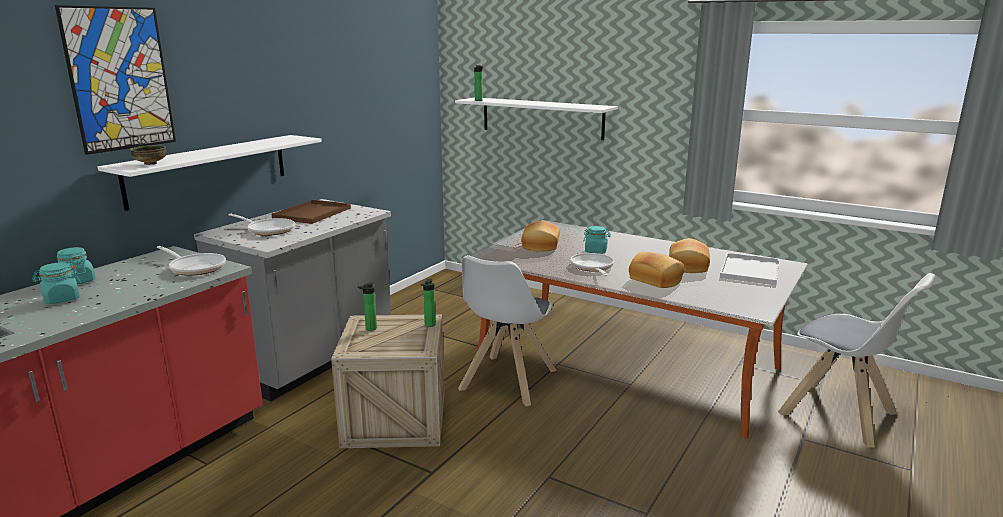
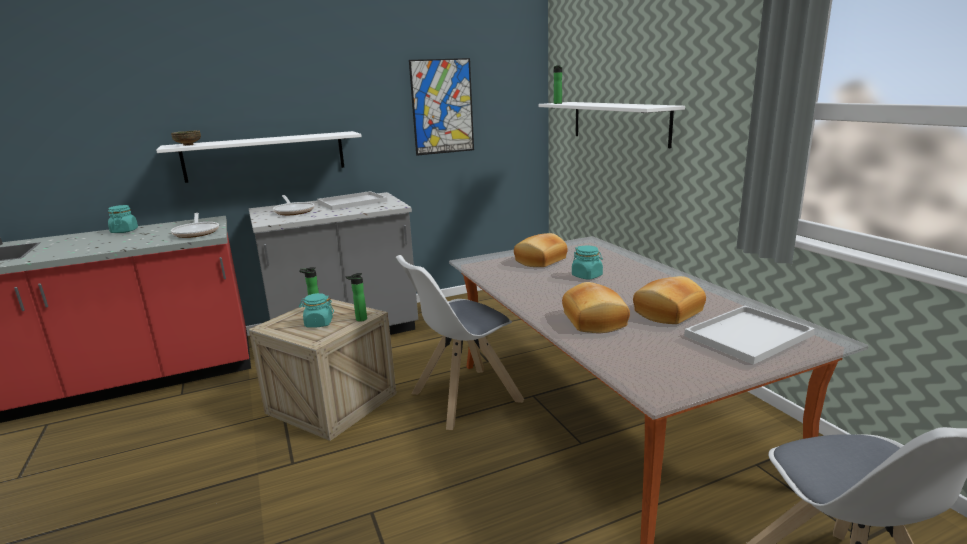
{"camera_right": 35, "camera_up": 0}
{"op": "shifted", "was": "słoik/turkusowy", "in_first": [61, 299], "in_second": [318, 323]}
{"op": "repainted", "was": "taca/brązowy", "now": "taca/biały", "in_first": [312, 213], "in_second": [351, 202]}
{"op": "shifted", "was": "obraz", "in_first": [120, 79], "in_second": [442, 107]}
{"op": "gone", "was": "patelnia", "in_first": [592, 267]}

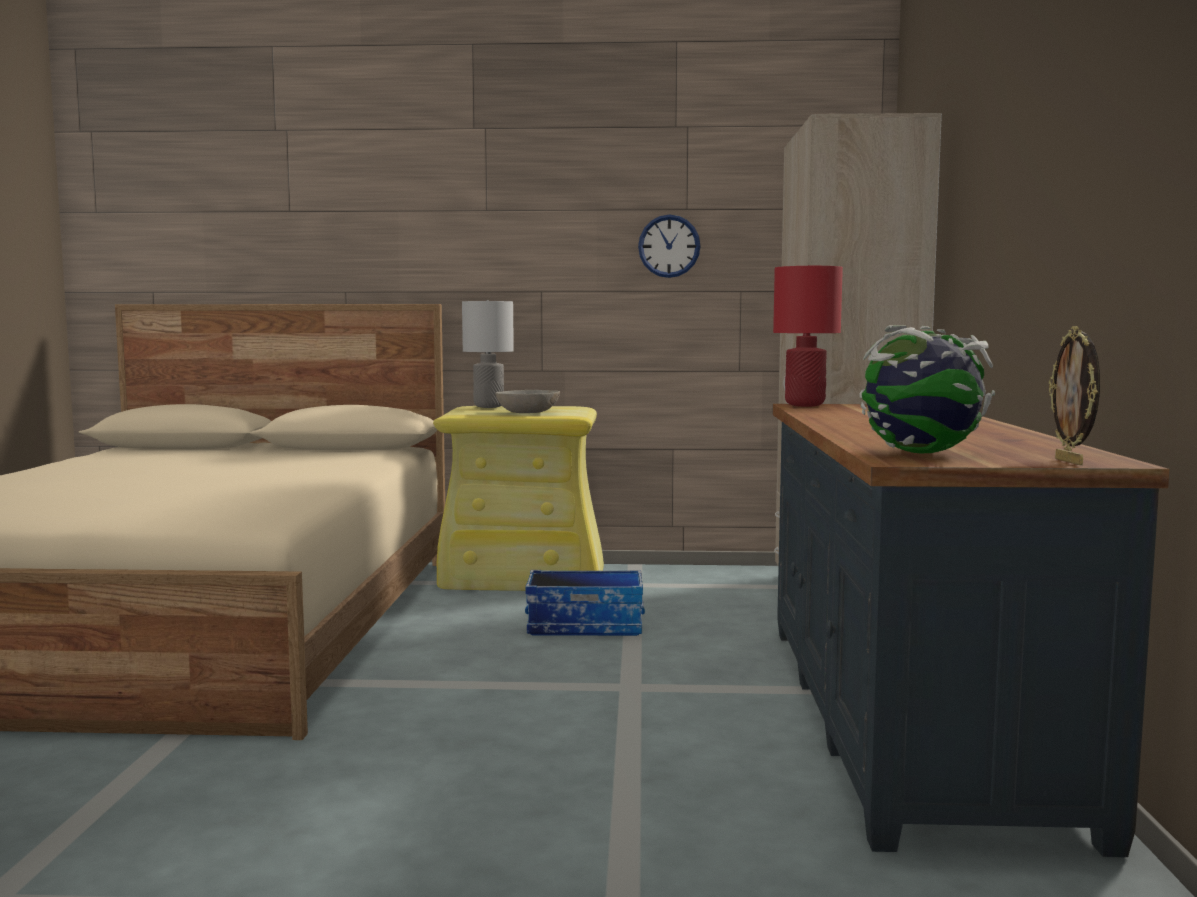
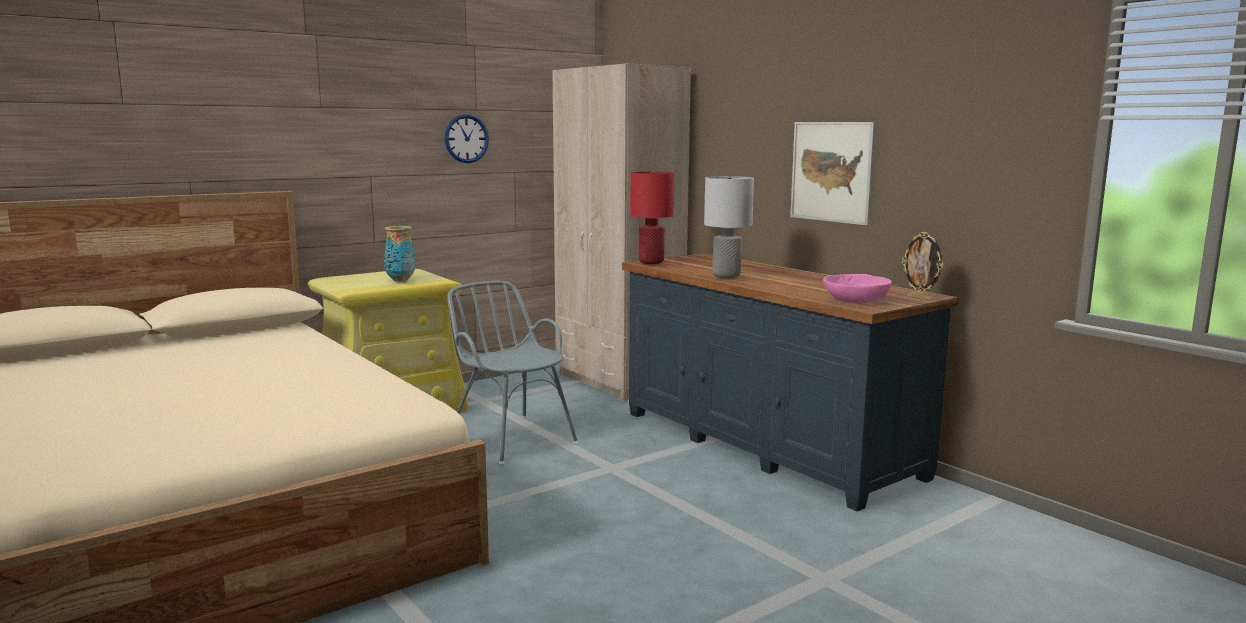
{"camera_right": -40, "camera_up": 5}
{"op": "swapped", "was": "miska/szary", "now": "wazon", "in_first": [527, 412], "in_second": [400, 280]}
{"op": "swapped", "was": "pojemnik do przechowywania", "now": "krzesło/szary", "in_first": [585, 626], "in_second": [509, 437]}
{"op": "shifted", "was": "lampa stołowa/szary", "in_first": [488, 407], "in_second": [726, 277]}
{"op": "new", "now": "obraz", "in_second": [831, 172]}
{"op": "swapped", "was": "globus", "now": "miska/różowy", "in_first": [922, 453], "in_second": [855, 300]}

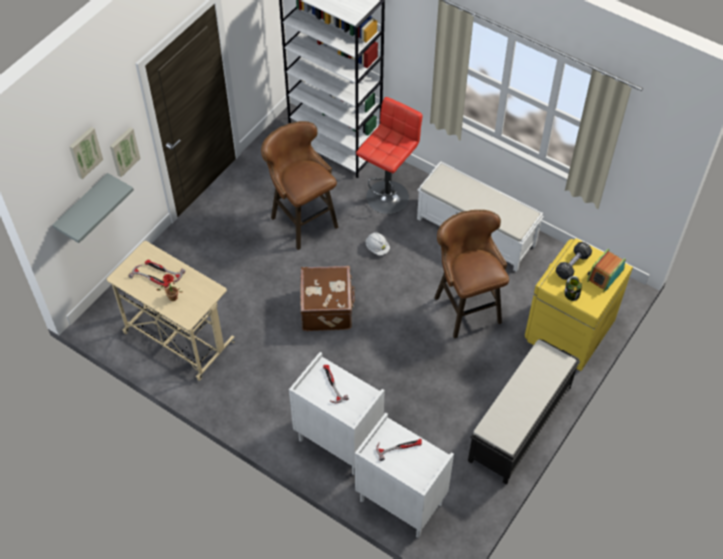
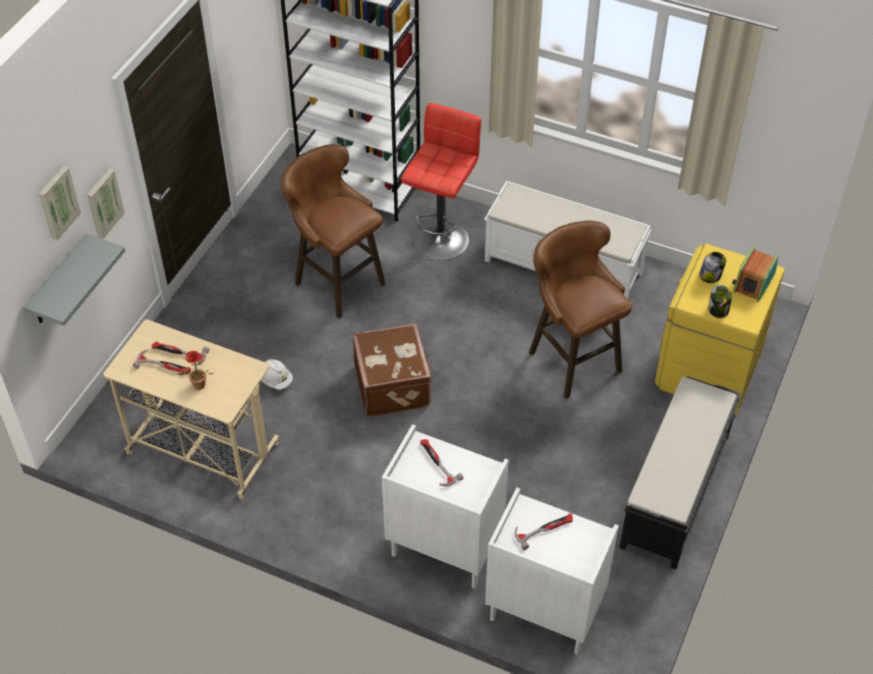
{"camera_right": -10, "camera_up": -5}
{"op": "shifted", "was": "kask/biały", "in_first": [377, 248], "in_second": [276, 380]}
{"op": "swapped", "was": "hantel/czarny", "now": "słoik", "in_first": [572, 265], "in_second": [710, 276]}

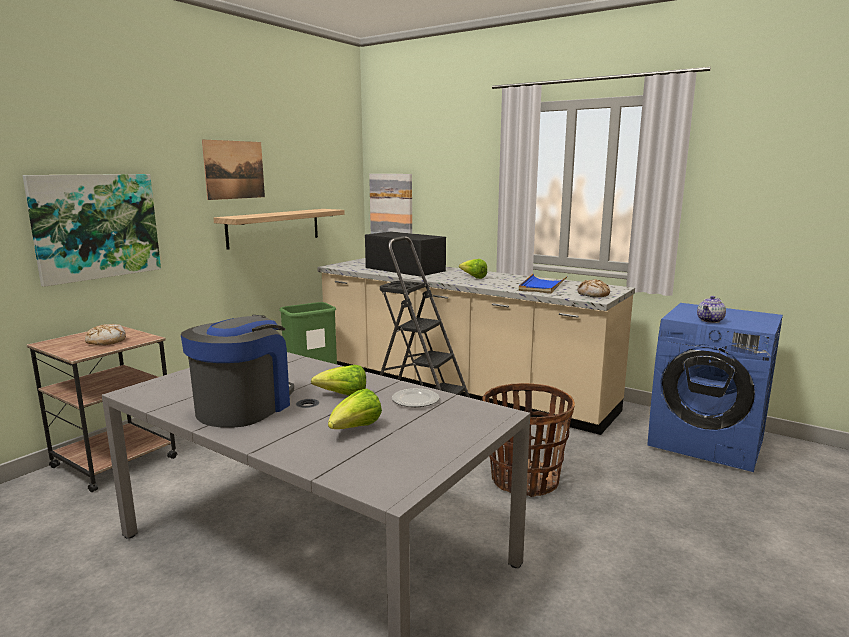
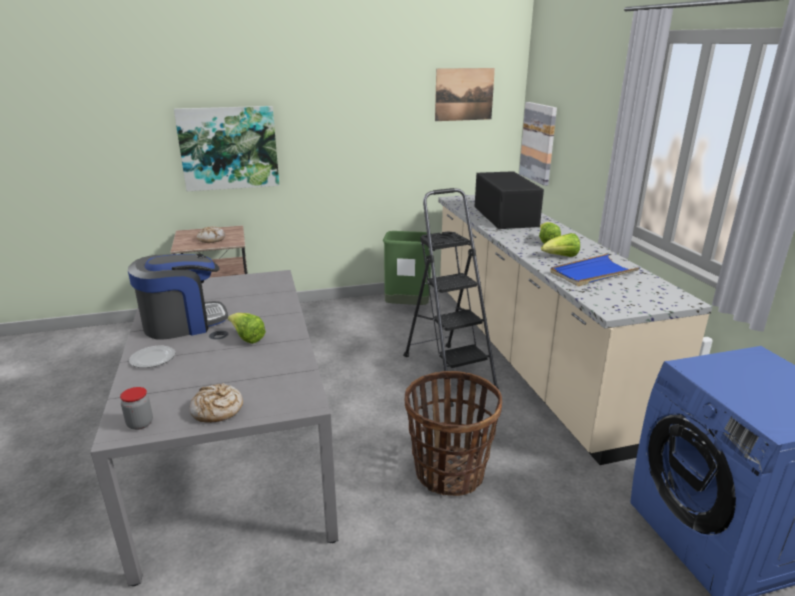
{"camera_right": 40, "camera_up": 10}
{"op": "new", "now": "słoik", "in_second": [140, 424]}
{"op": "shifted", "was": "talerz", "in_first": [415, 400], "in_second": [153, 359]}
{"op": "shifted", "was": "chleb", "in_first": [593, 295], "in_second": [217, 410]}
{"op": "shifted", "was": "obraz", "in_first": [234, 170], "in_second": [464, 94]}
{"op": "shifted", "was": "sałata", "in_first": [355, 429], "in_second": [561, 257]}
{"op": "gone", "was": "półka", "in_first": [274, 227]}
{"op": "gone", "was": "imbryk", "in_first": [710, 320]}

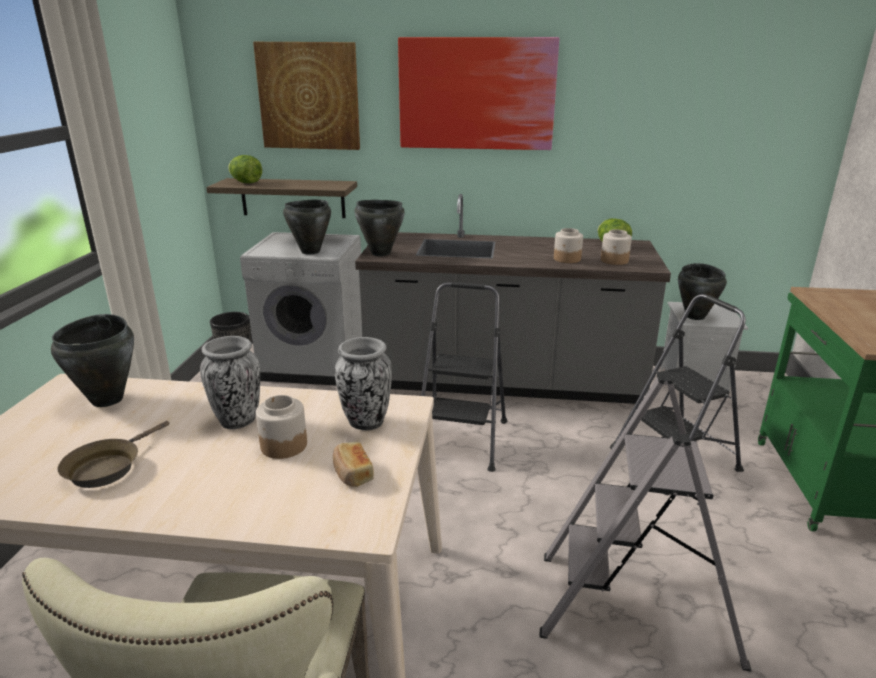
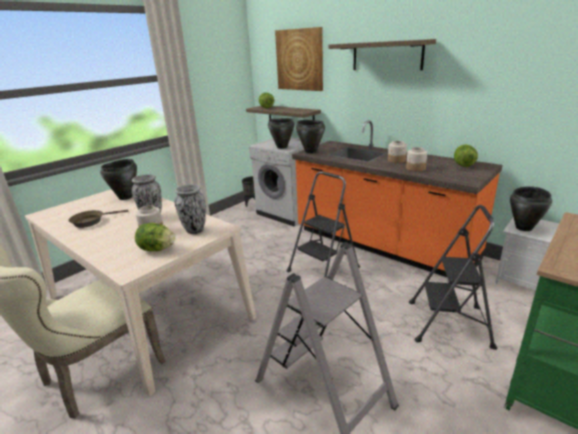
{"camera_right": 35, "camera_up": 0}
{"op": "swapped", "was": "chleb", "now": "sałata", "in_first": [352, 473], "in_second": [157, 249]}
{"op": "repainted", "was": "zabudowa kuchenna/szary", "now": "zabudowa kuchenna/pomarańczowy", "in_first": [503, 381], "in_second": [382, 244]}
{"op": "swapped", "was": "obraz", "now": "półka", "in_first": [476, 94], "in_second": [387, 56]}
{"op": "shifted", "was": "słoik", "in_first": [614, 261], "in_second": [396, 160]}

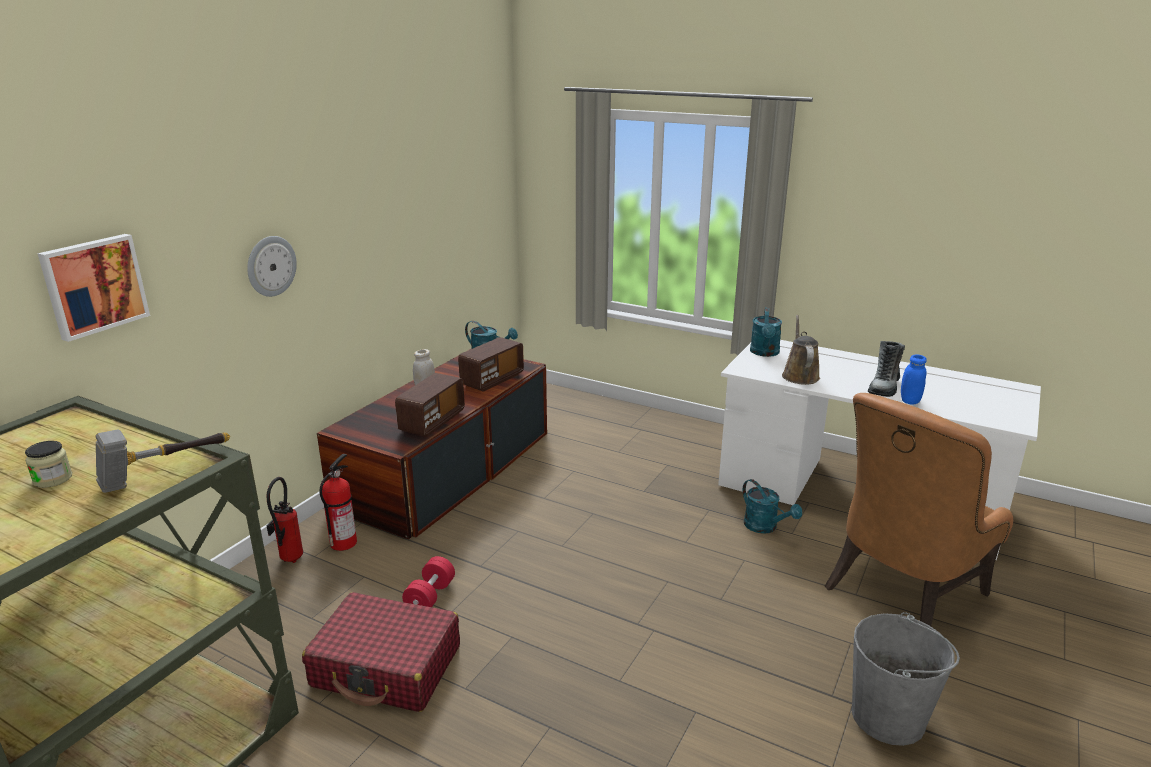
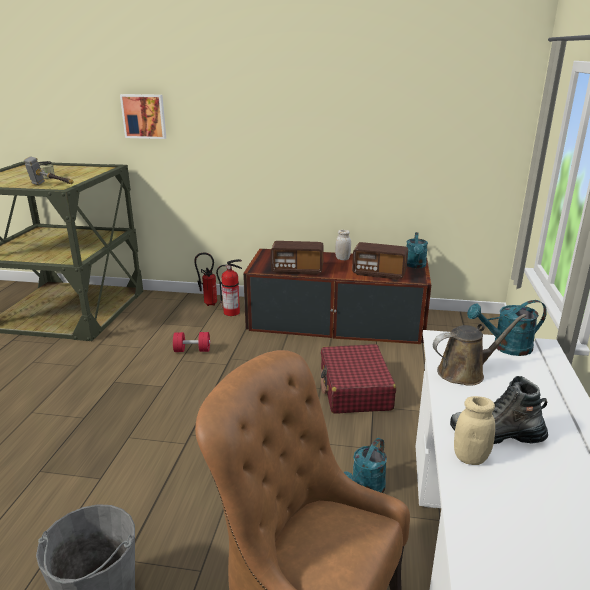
{"camera_right": 70, "camera_up": 0}
{"op": "shifted", "was": "walizka/czerwony", "in_first": [387, 667], "in_second": [355, 389]}
{"op": "repainted", "was": "słoik/niebieski", "now": "słoik/beżowy", "in_first": [910, 401], "in_second": [470, 457]}
{"op": "gone", "was": "zegar ścienny", "in_first": [271, 266]}

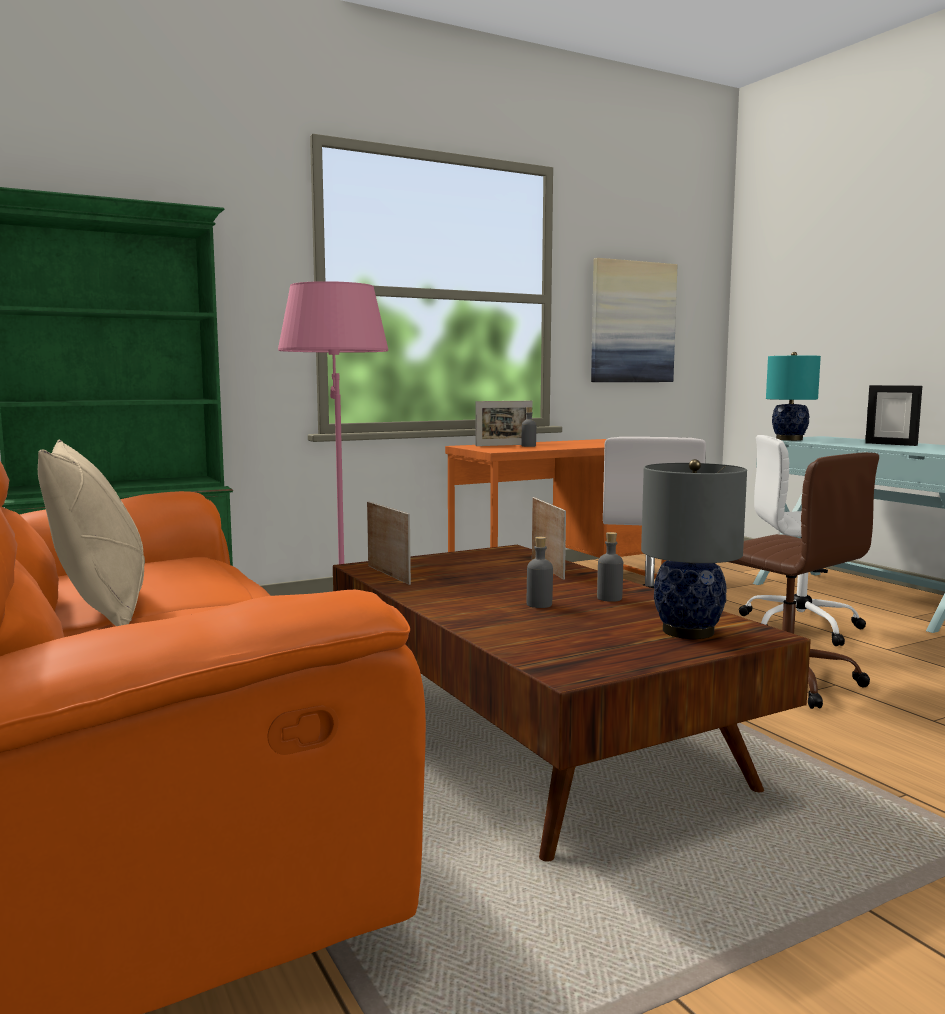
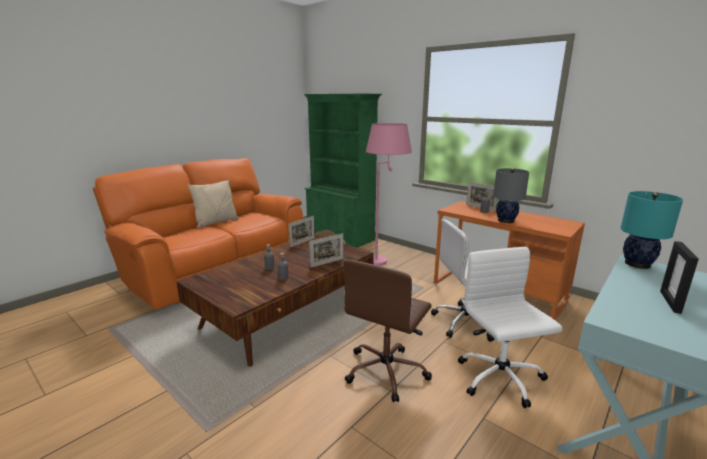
{"camera_right": 70, "camera_up": 10}
{"op": "shifted", "was": "lampa stołowa/szary", "in_first": [688, 631], "in_second": [506, 220]}
{"op": "gone", "was": "obraz", "in_first": [632, 322]}

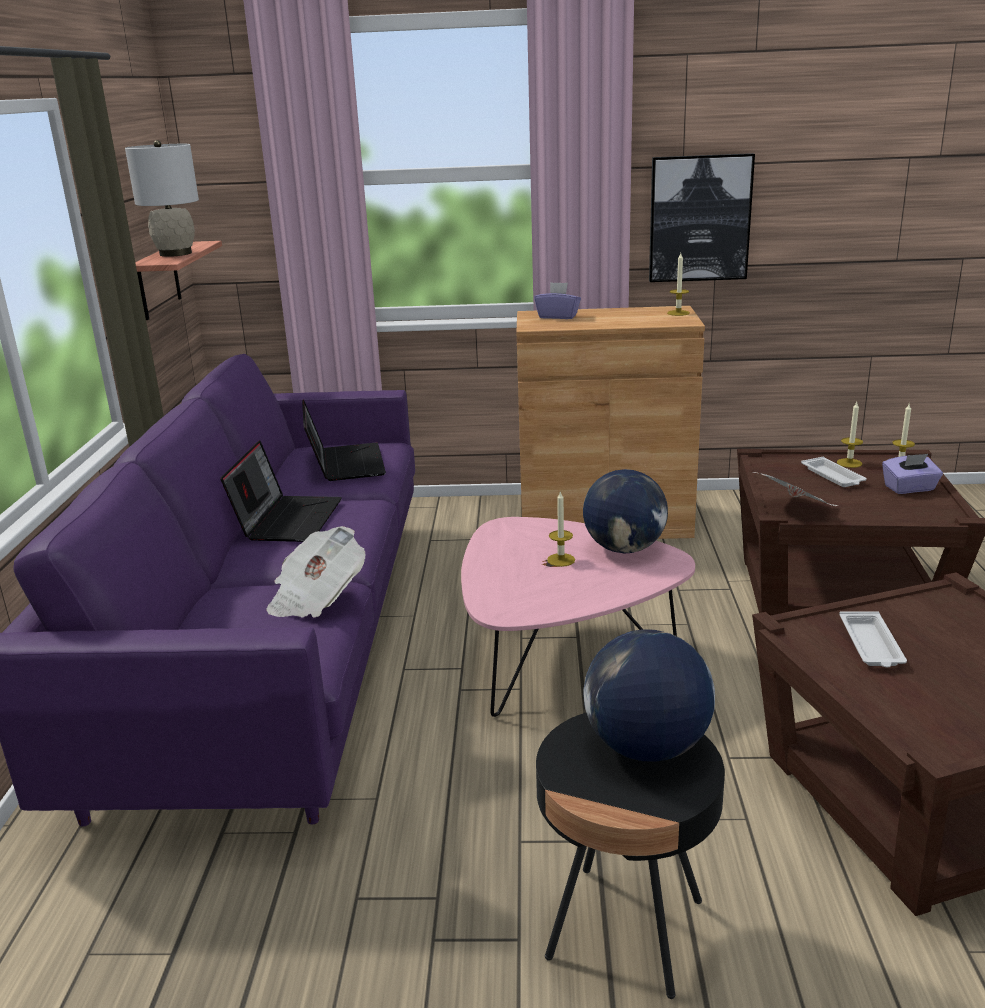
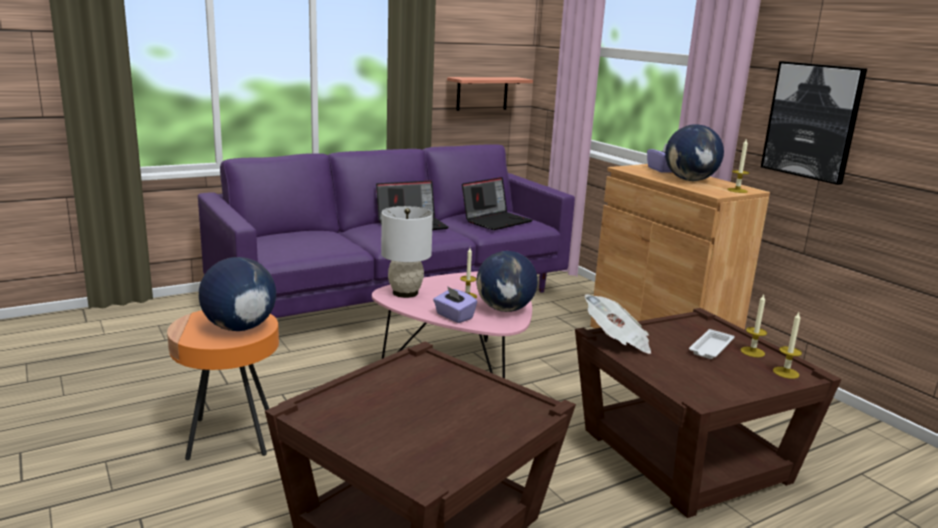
{"camera_right": 55, "camera_up": -5}
{"op": "repainted", "was": "stolik/czarny", "now": "stolik/pomarańczowy", "in_first": [625, 929], "in_second": [230, 437]}
{"op": "shifted", "was": "lampa stołowa/biały", "in_first": [176, 253], "in_second": [405, 293]}
{"op": "shifted", "was": "pudełko chusteczek/fioletowy", "in_first": [909, 488], "in_second": [454, 316]}
{"op": "new", "now": "globus", "in_second": [690, 180]}
{"op": "gone", "was": "gazeta", "in_first": [316, 598]}
{"op": "gone", "was": "taca/biały", "in_first": [871, 645]}

